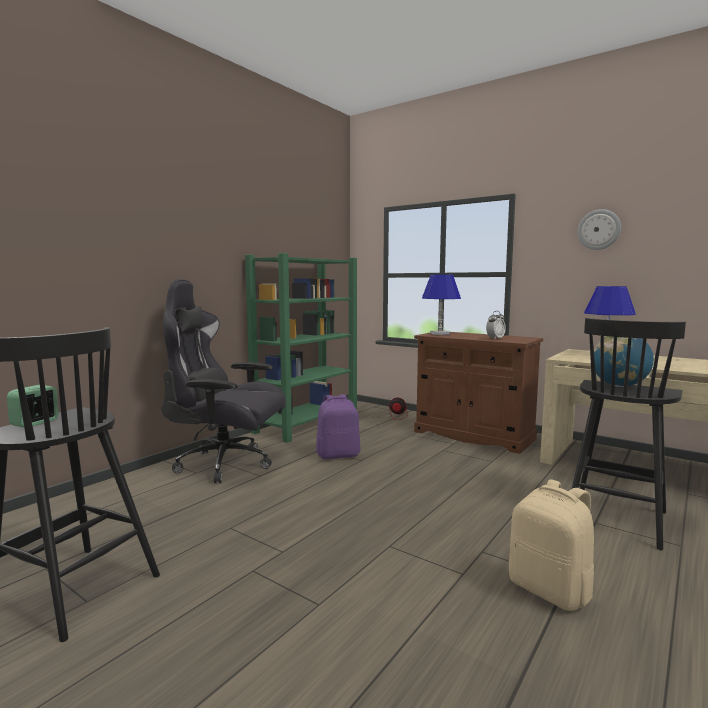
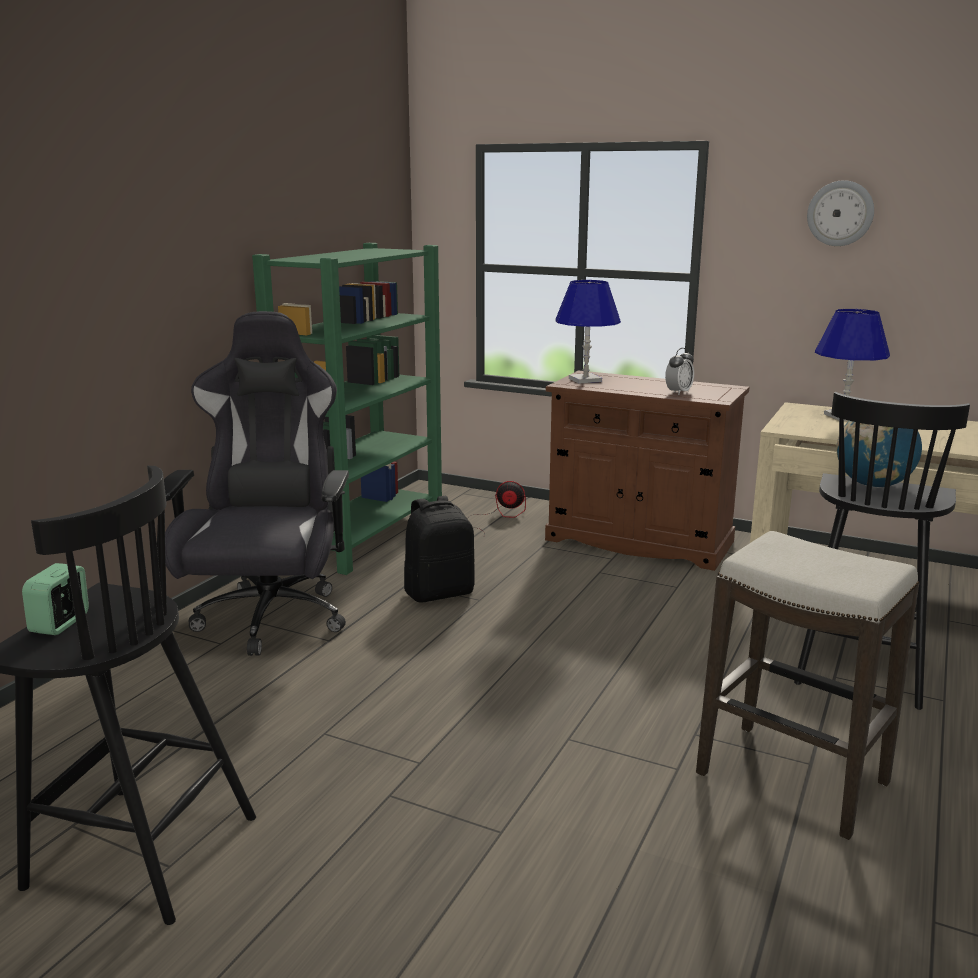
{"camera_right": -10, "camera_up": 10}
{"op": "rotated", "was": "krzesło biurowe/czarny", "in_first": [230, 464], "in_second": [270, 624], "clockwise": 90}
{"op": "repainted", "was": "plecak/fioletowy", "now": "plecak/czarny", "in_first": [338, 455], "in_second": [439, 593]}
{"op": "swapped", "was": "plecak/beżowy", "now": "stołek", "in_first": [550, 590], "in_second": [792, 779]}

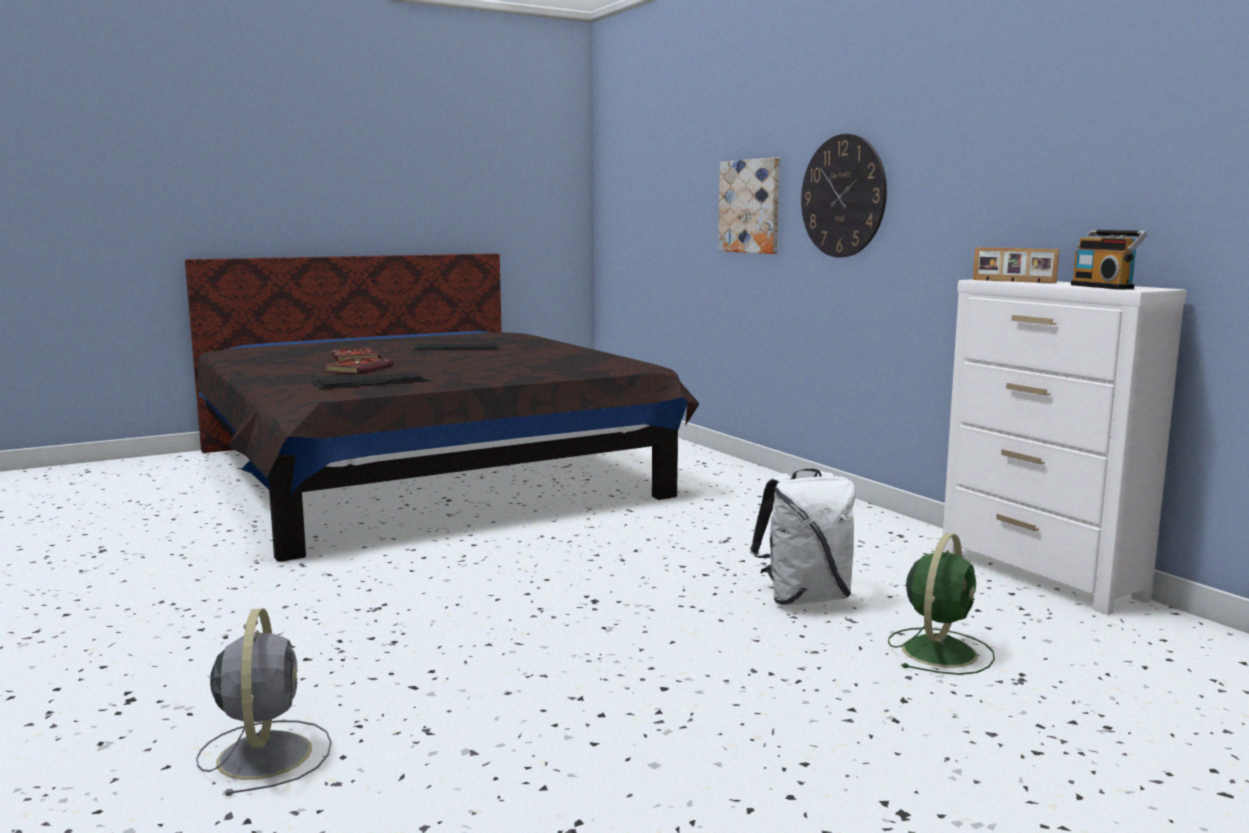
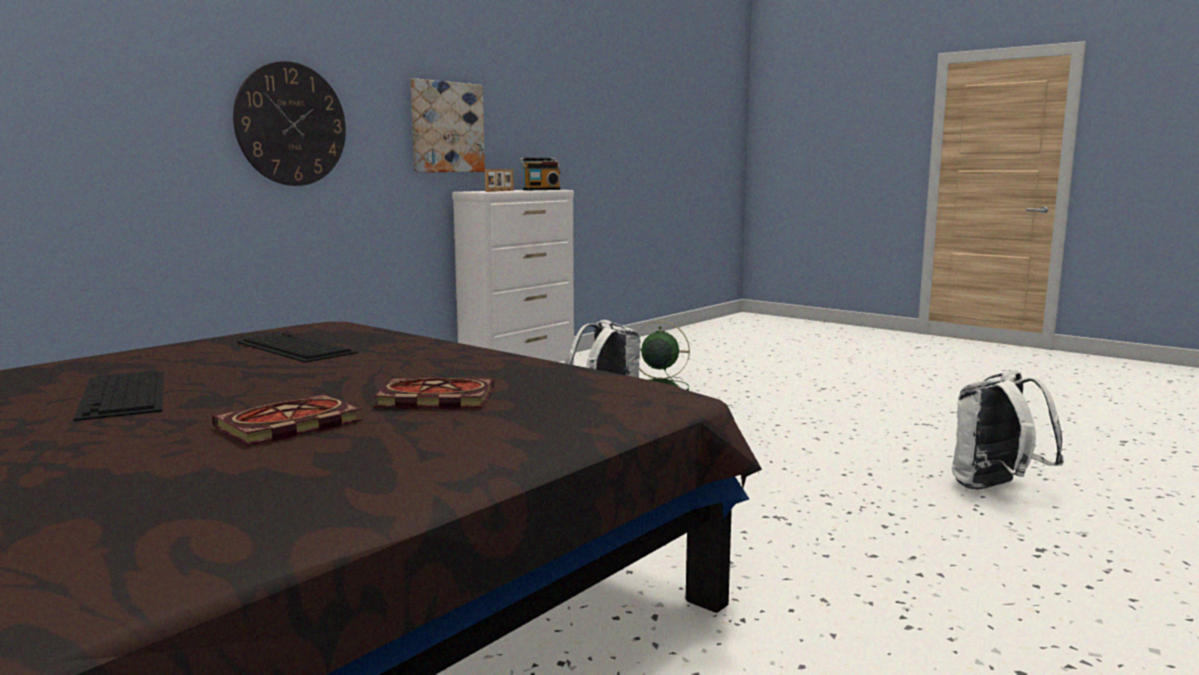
{"camera_right": -110, "camera_up": 0}
{"op": "shifted", "was": "klawiatura", "in_first": [371, 381], "in_second": [294, 347]}
{"op": "shifted", "was": "obraz", "in_first": [750, 206], "in_second": [447, 127]}
{"op": "swapped", "was": "wentylator/szary", "now": "plecak/biały", "in_first": [265, 753], "in_second": [996, 488]}

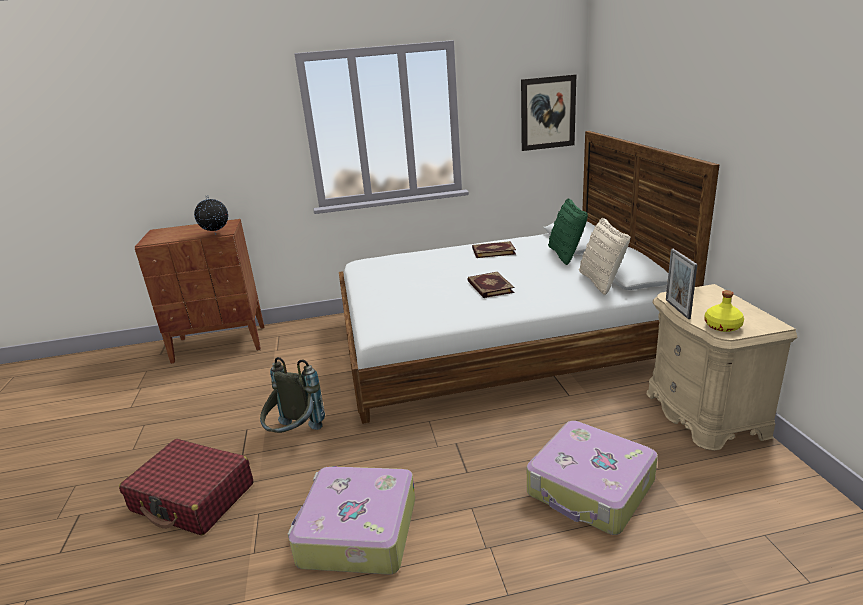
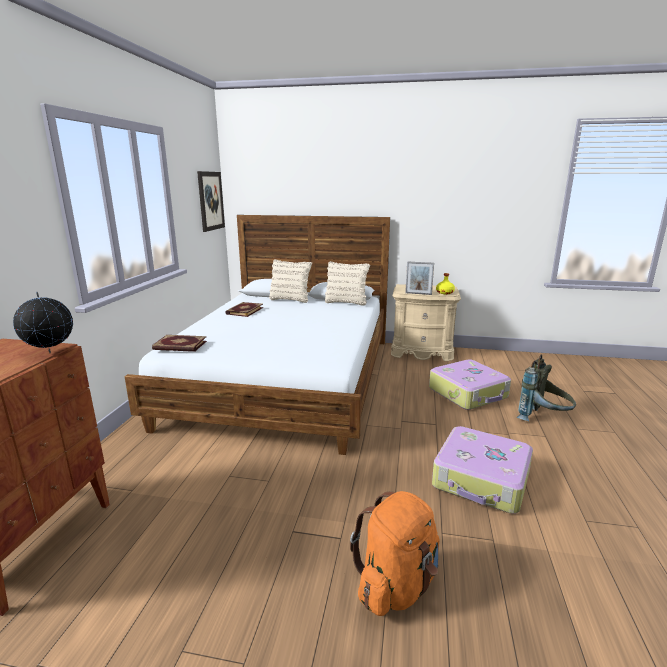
{"camera_right": -70, "camera_up": -5}
{"op": "shifted", "was": "książka", "in_first": [489, 287], "in_second": [180, 346]}
{"op": "repainted", "was": "poduszka/zielony", "now": "poduszka/beżowy", "in_first": [566, 256], "in_second": [290, 300]}
{"op": "swapped", "was": "walizka/czerwony", "now": "plecak/pomarańczowy", "in_first": [193, 498], "in_second": [397, 585]}
{"op": "shifted", "was": "plecak/szary", "in_first": [294, 436], "in_second": [543, 419]}

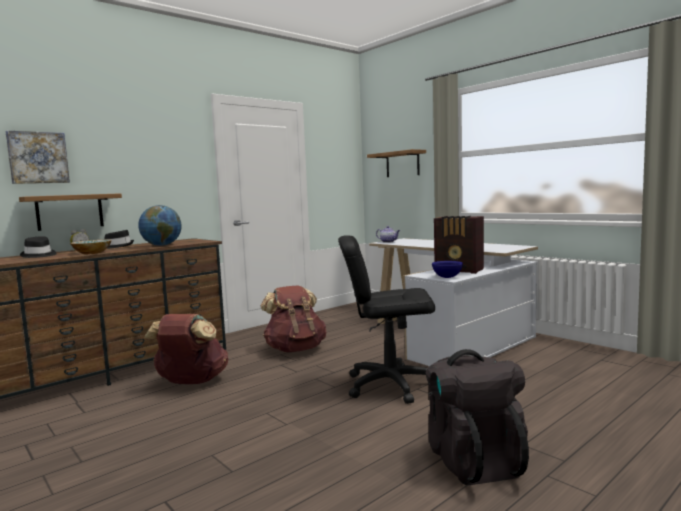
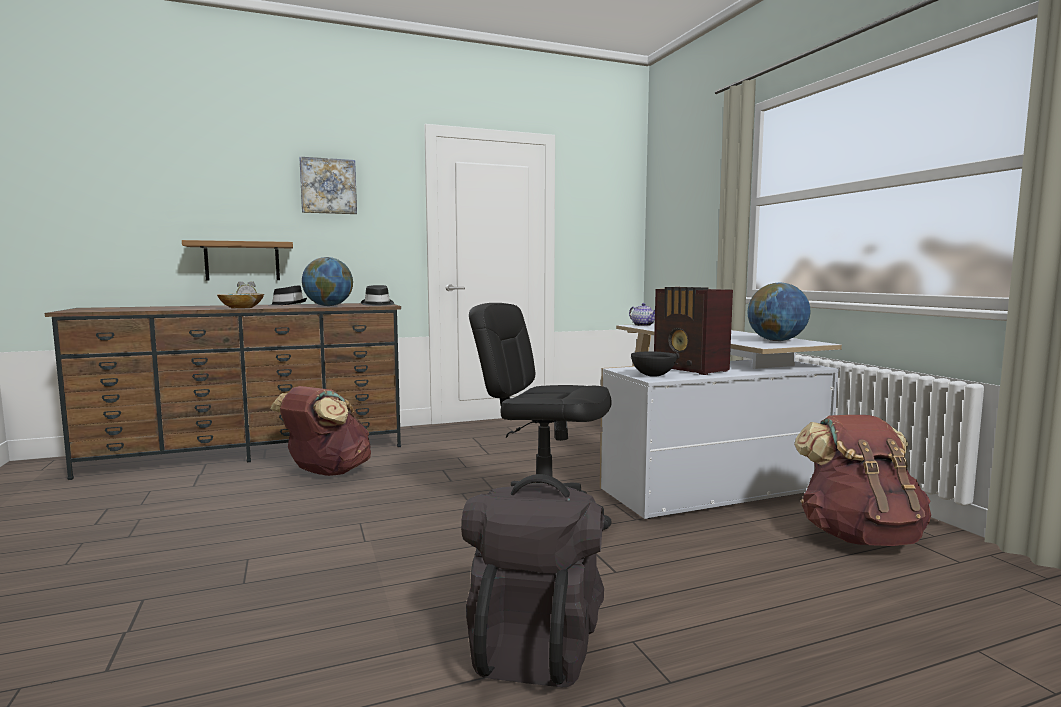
{"camera_right": 20, "camera_up": 0}
{"op": "shifted", "was": "obraz", "in_first": [38, 158], "in_second": [328, 186]}
{"op": "shifted", "was": "kapelusz/czarny", "in_first": [38, 255], "in_second": [377, 304]}
{"op": "repainted", "was": "miska/niebieski", "now": "miska/czarny", "in_first": [447, 277], "in_second": [653, 375]}
{"op": "new", "now": "globus", "in_second": [776, 341]}
{"op": "shifted", "was": "plecak/brązowy", "in_first": [295, 349], "in_second": [859, 537]}
{"op": "gone", "was": "półka", "in_first": [402, 164]}

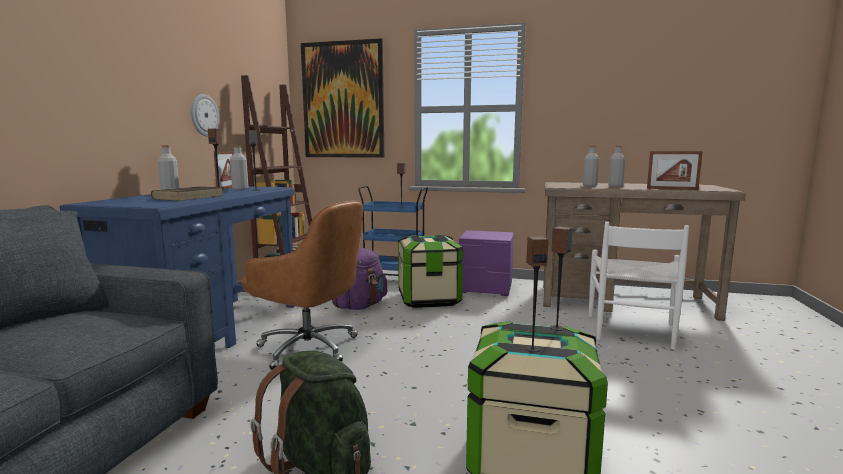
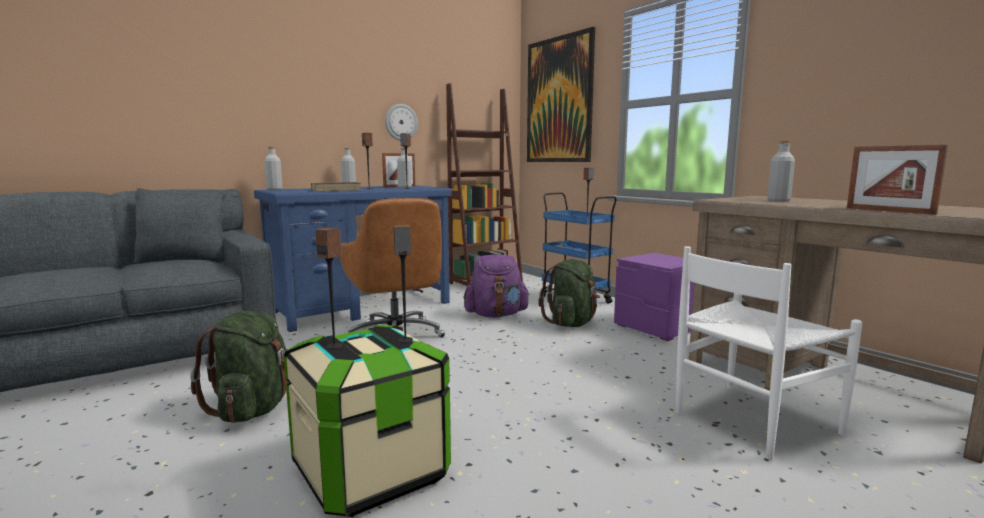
{"camera_right": 40, "camera_up": 0}
{"op": "shifted", "was": "butelka/szary", "in_first": [615, 186], "in_second": [274, 189]}
{"op": "swapped", "was": "pojemnik do przechowywania", "now": "plecak/zielony", "in_first": [429, 299], "in_second": [571, 323]}

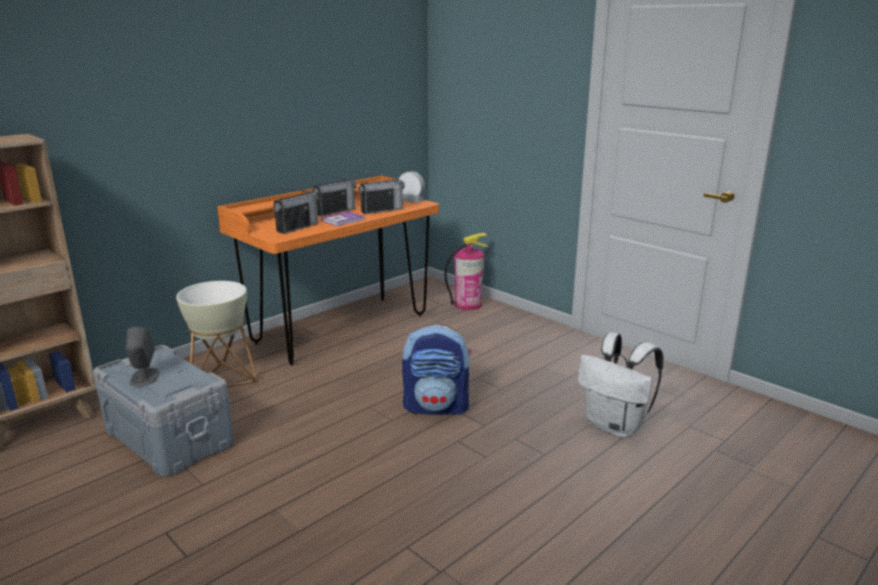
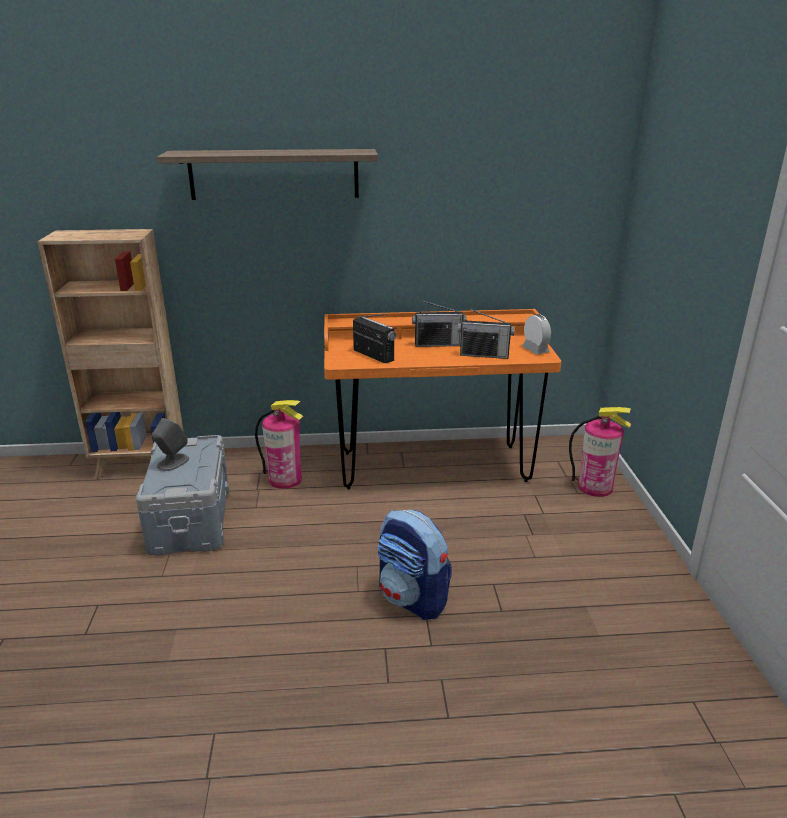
{"camera_right": 40, "camera_up": 5}
{"op": "new", "now": "półka", "in_second": [274, 174]}
{"op": "swapped", "was": "donica", "now": "gaśnica", "in_first": [223, 378], "in_second": [285, 479]}
{"op": "rotated", "was": "radio", "in_first": [297, 228], "in_second": [373, 355], "clockwise": -120}
{"op": "gone", "was": "książka", "in_first": [343, 220]}
{"op": "gone", "was": "plecak/biały", "in_first": [615, 426]}

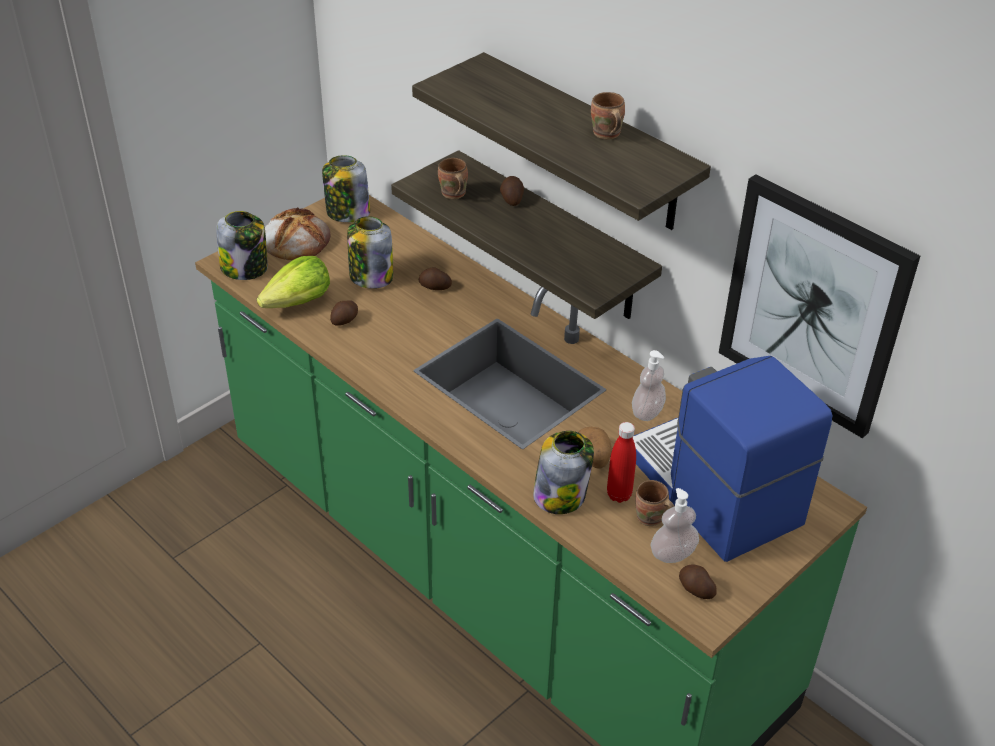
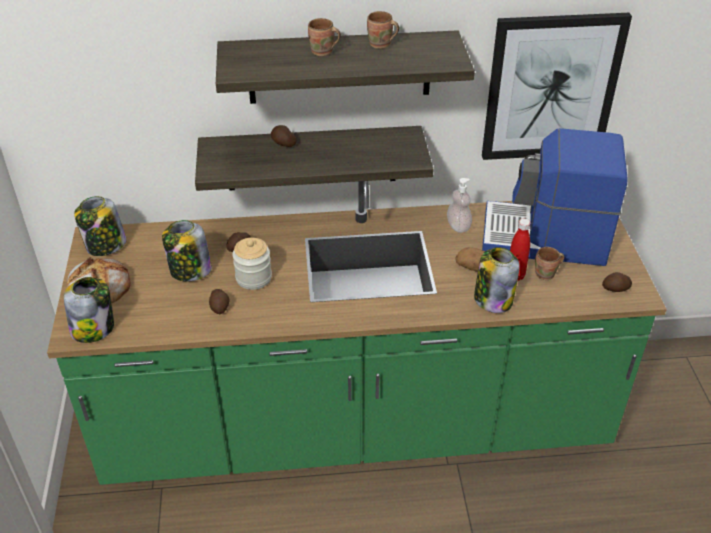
{"camera_right": -50, "camera_up": 0}
{"op": "new", "now": "słoik", "in_second": [253, 278]}
{"op": "shifted", "was": "kubek/brązowy", "in_first": [452, 195], "in_second": [323, 52]}
{"op": "gone", "was": "sałata", "in_first": [298, 302]}
{"op": "gone", "was": "dozownik mydła", "in_first": [672, 554]}

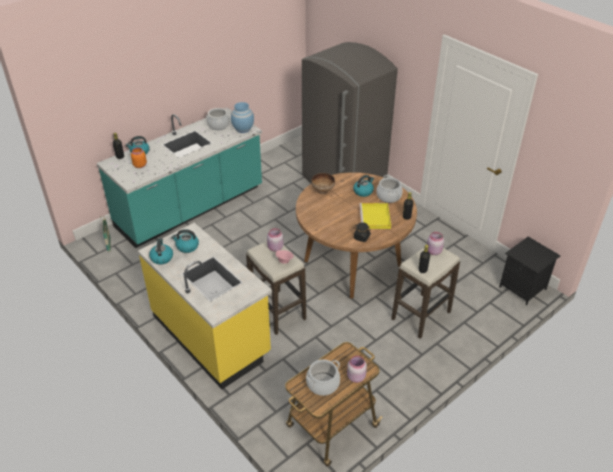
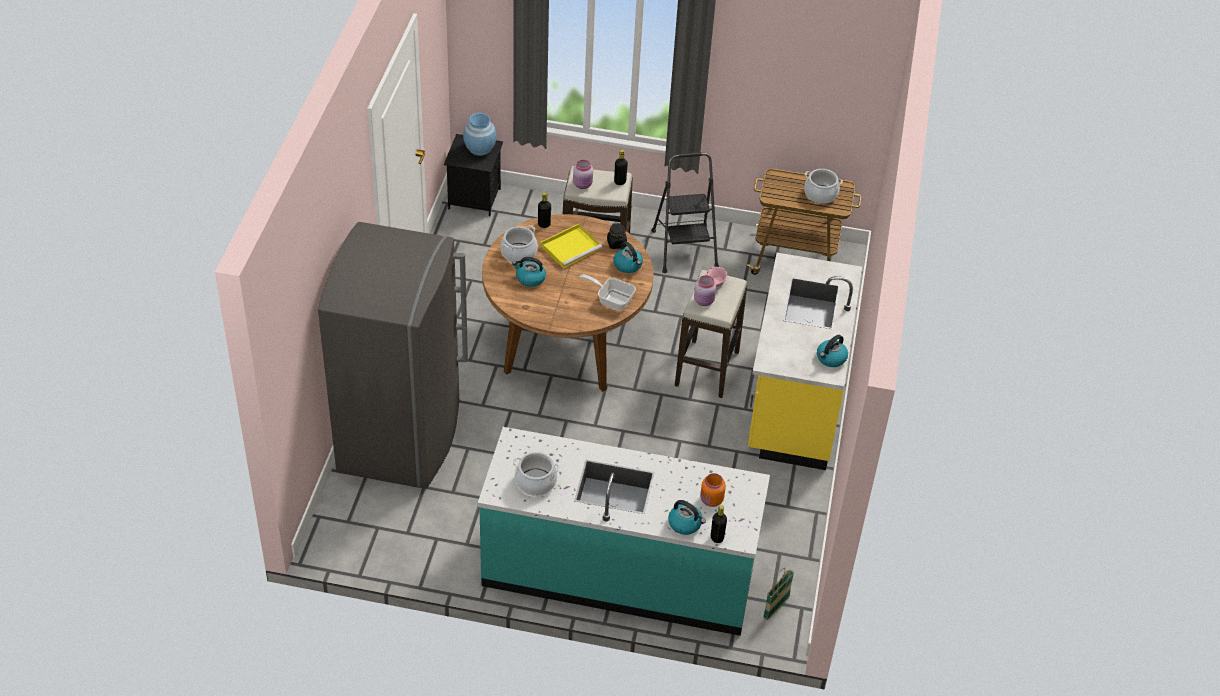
{"camera_right": -130, "camera_up": 5}
{"op": "shifted", "was": "wazon/niebieski", "in_first": [243, 128], "in_second": [480, 149]}
{"op": "new", "now": "patelnia", "in_second": [611, 299]}
{"op": "shifted", "was": "czajnik", "in_first": [187, 247], "in_second": [628, 265]}
{"op": "new", "now": "drabinka/czarny", "in_second": [684, 246]}
{"op": "gone", "was": "miska", "in_first": [323, 191]}
{"op": "gone", "was": "słoik/różowy", "in_first": [355, 376]}

